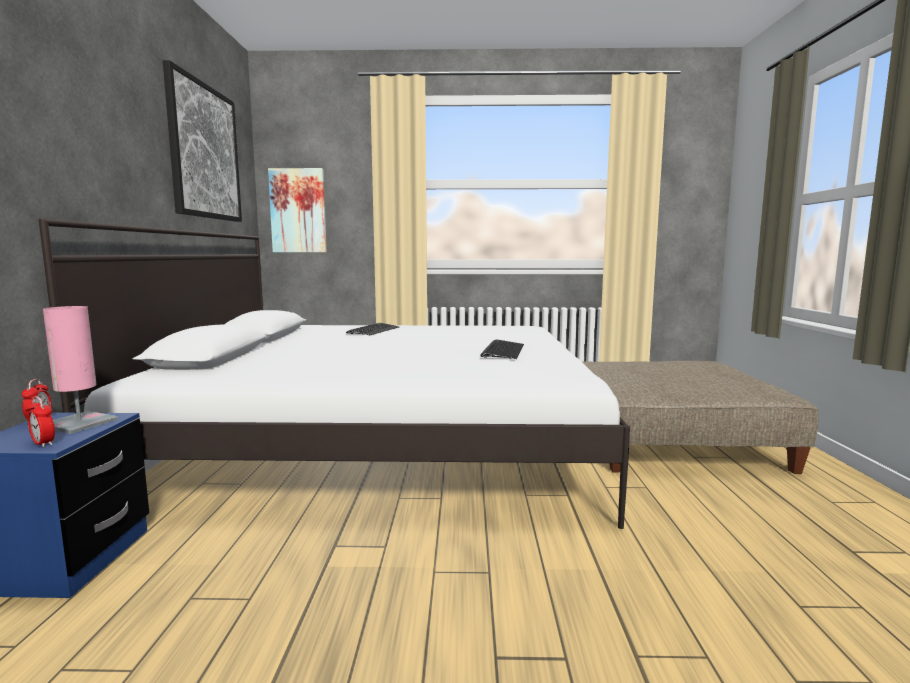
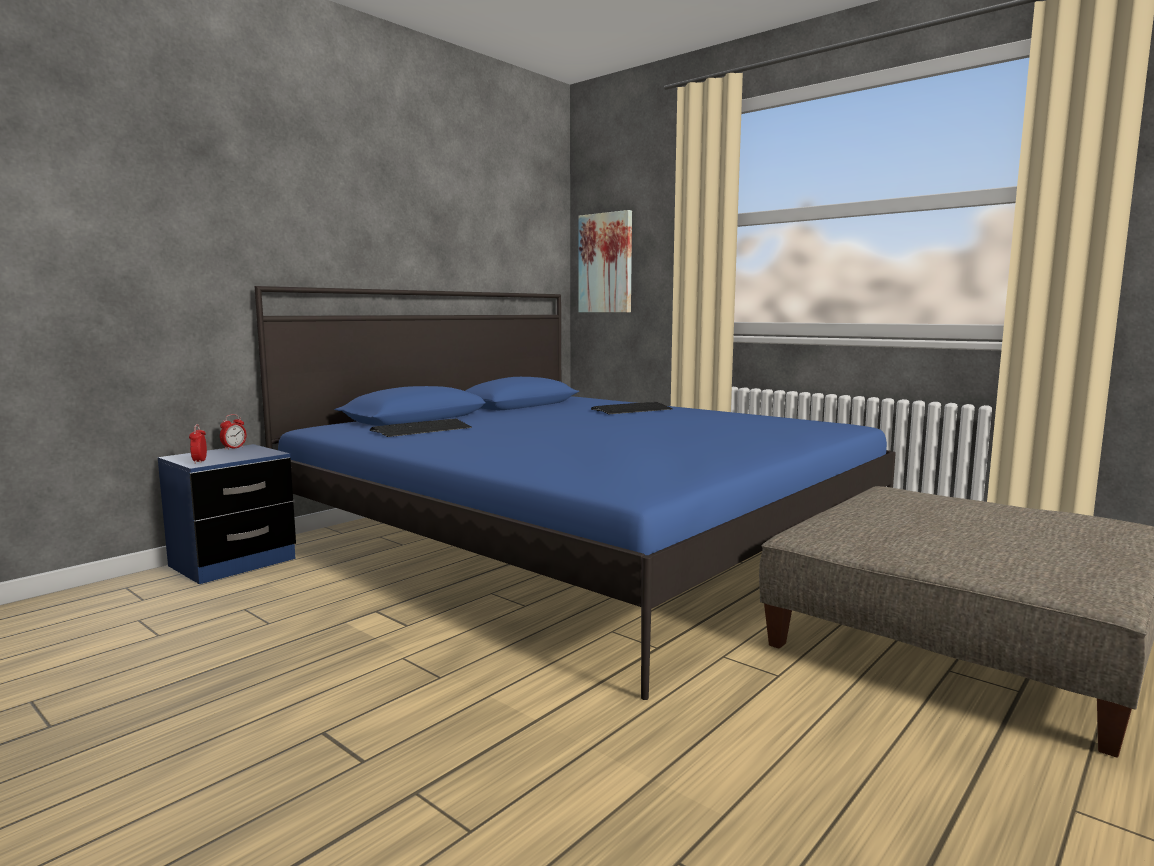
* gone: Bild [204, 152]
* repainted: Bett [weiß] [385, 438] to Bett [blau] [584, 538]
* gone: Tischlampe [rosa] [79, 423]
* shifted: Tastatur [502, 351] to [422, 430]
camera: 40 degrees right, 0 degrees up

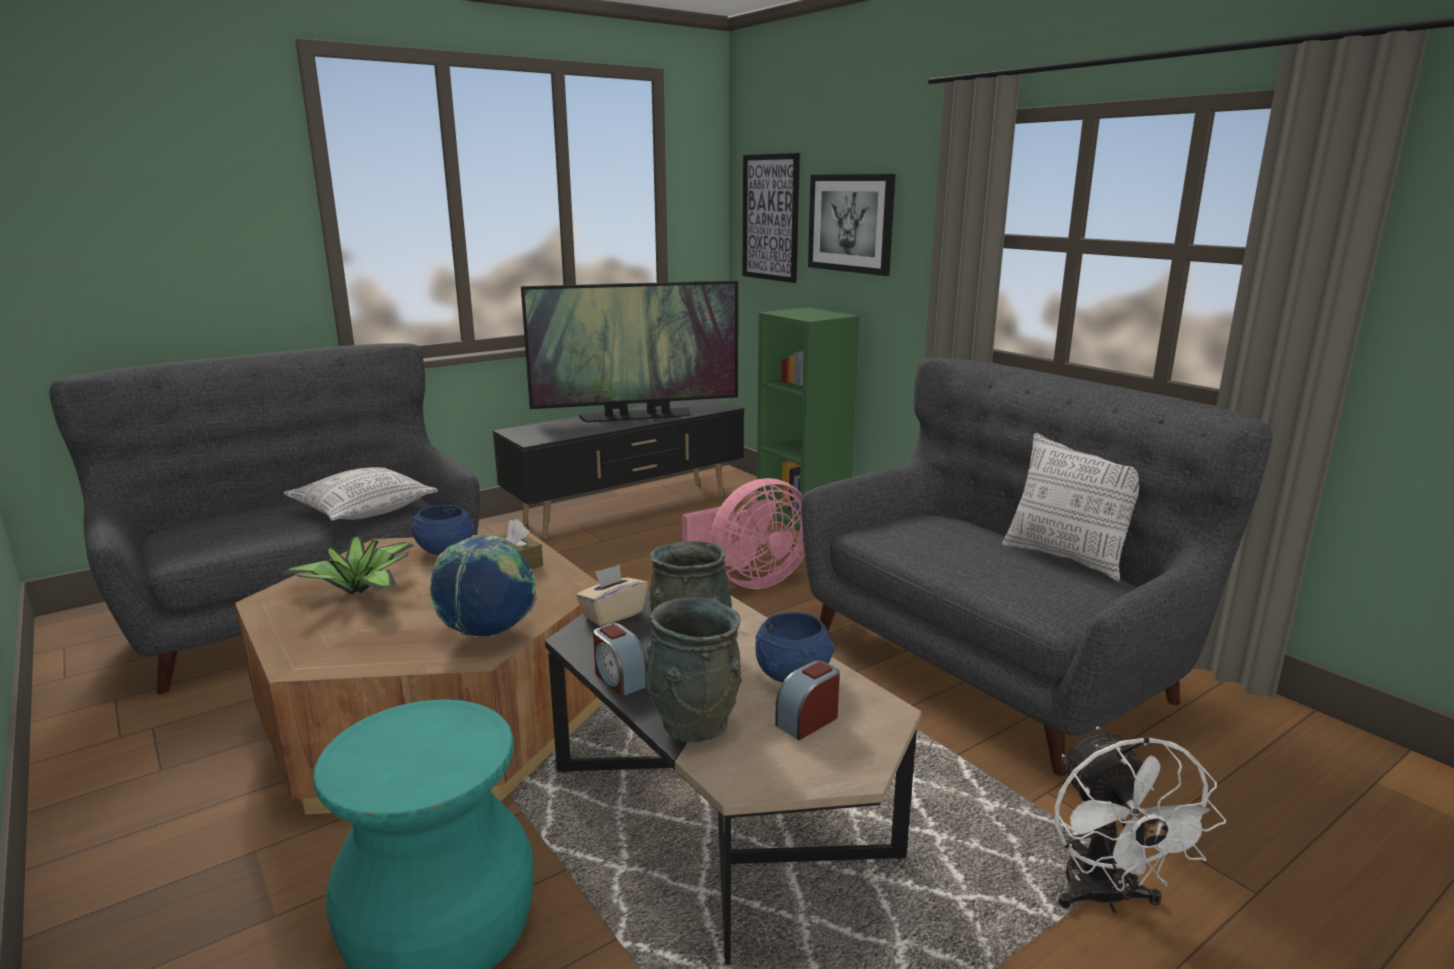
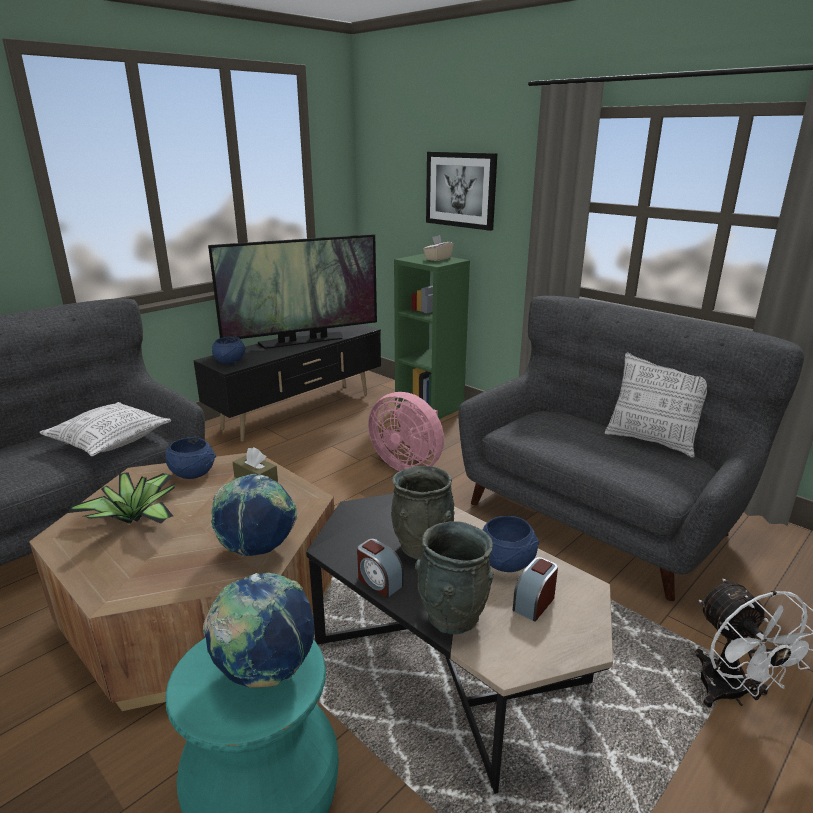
* gone: Bild [770, 218]
* rotated: Ventilator [rosa] [750, 581] = [408, 464] 75 degrees clockwise
* shifted: Taschentuchbox [beige] [612, 614] to [437, 259]
* new: Schüssel [blau] [230, 362]
* new: Globus [265, 671]
camera: 10 degrees left, 5 degrees up

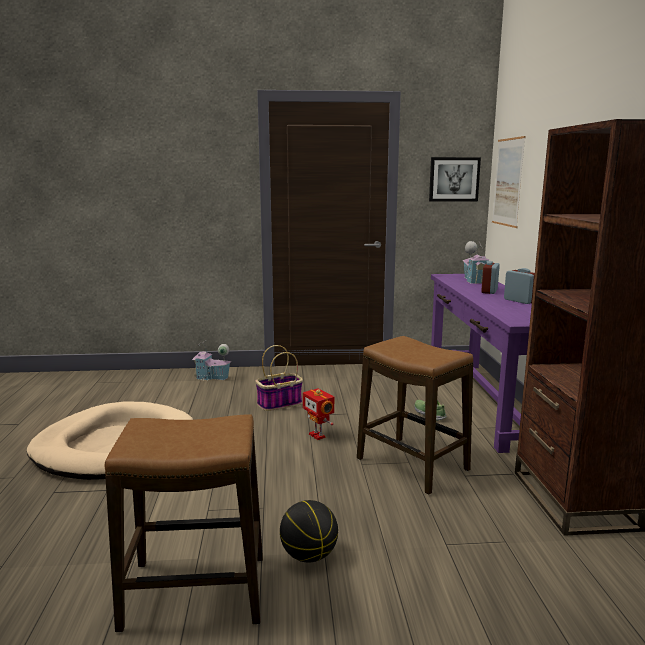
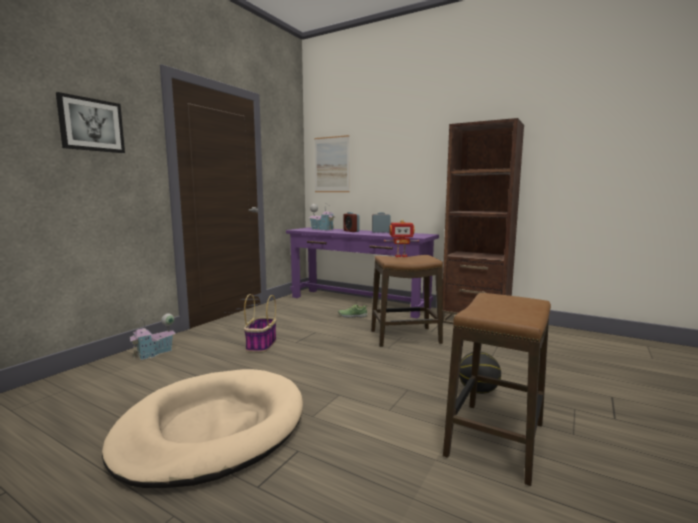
* shifted: Bild [454, 179] to [91, 125]
* shifted: Spielzeugroboter [318, 435] to [401, 256]
camera: 55 degrees left, 5 degrees down

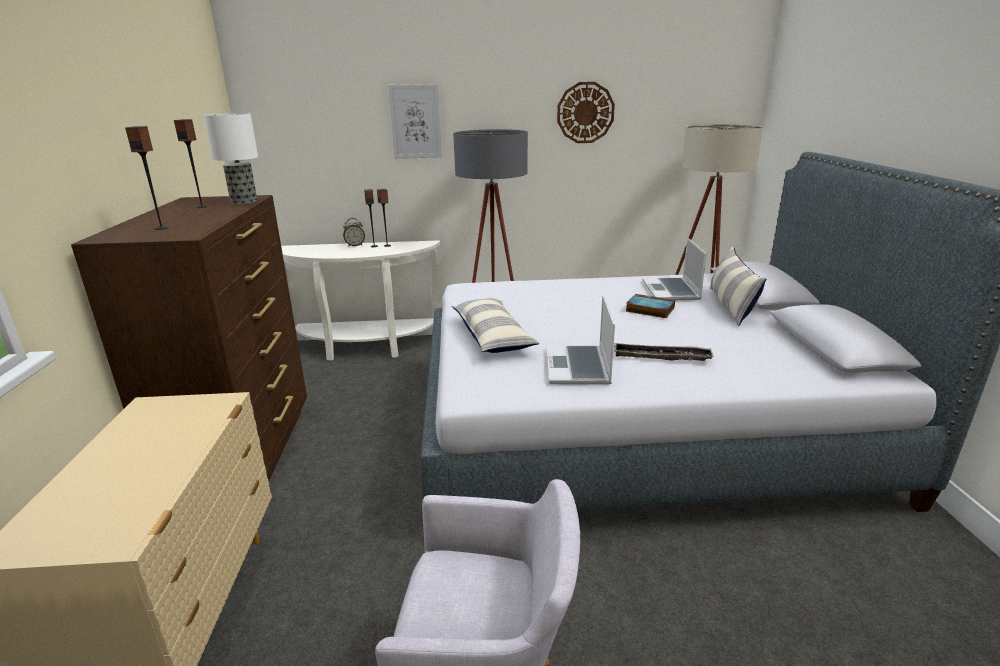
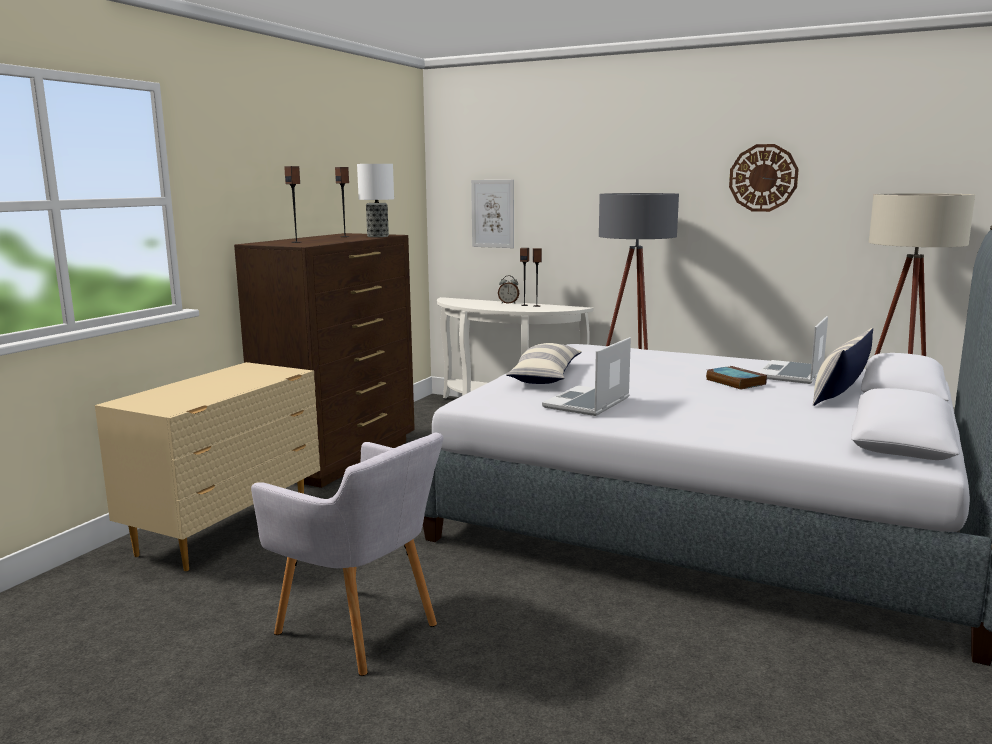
* shifted: Bild [415, 121] to [493, 213]
* gone: Tablett [661, 357]
camera: 30 degrees right, 10 degrees down

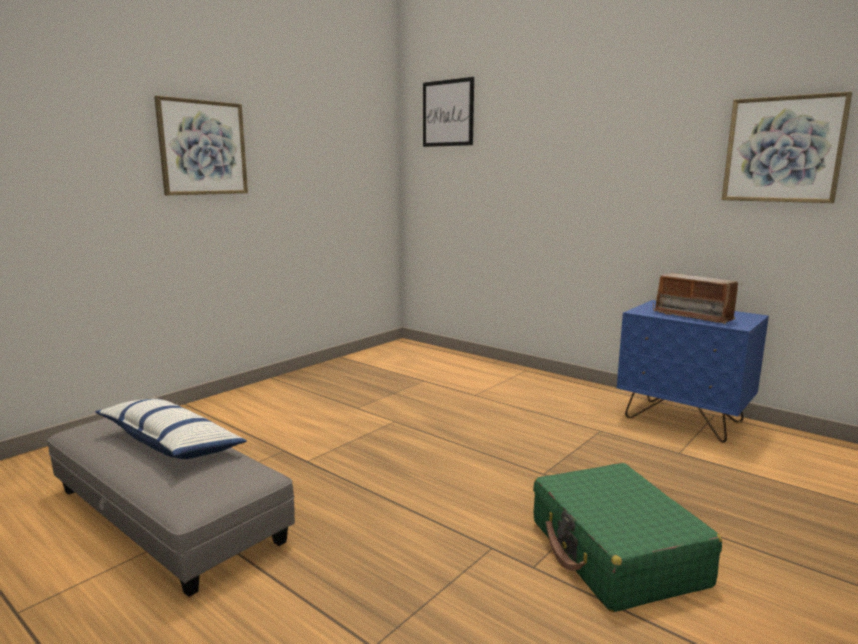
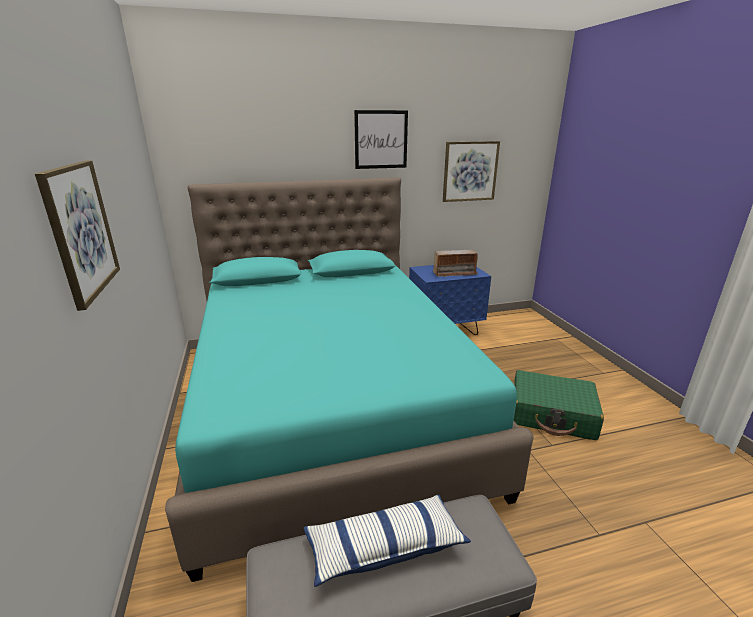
* shifted: Bild [448, 113] to [381, 139]
* new: Bett [türkis] [331, 406]
camera: 55 degrees left, 10 degrees up

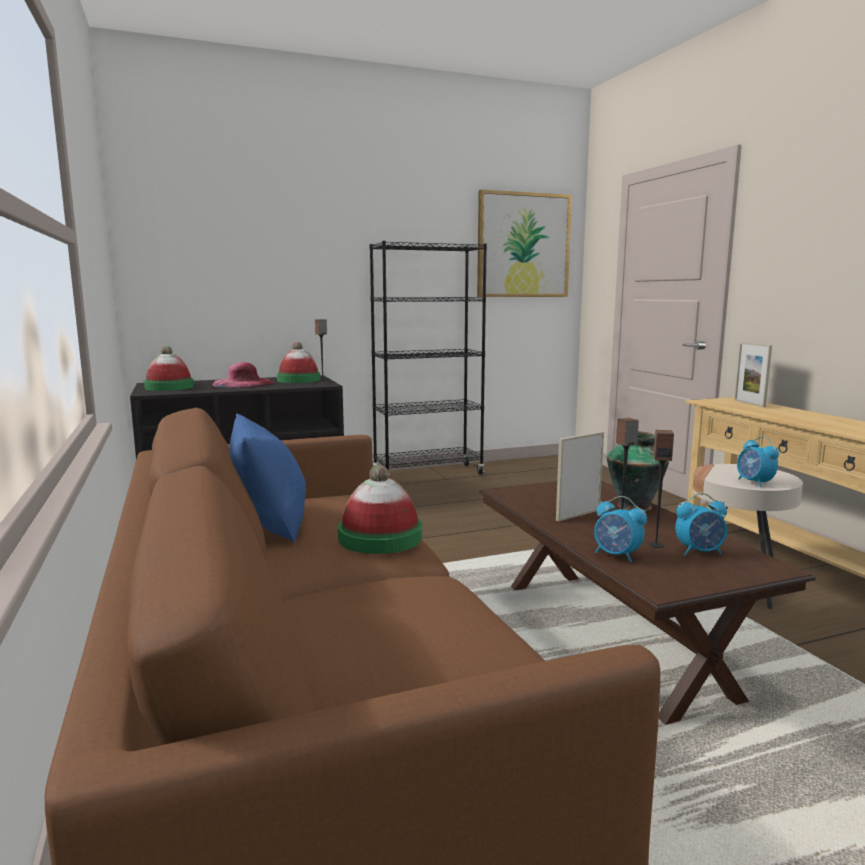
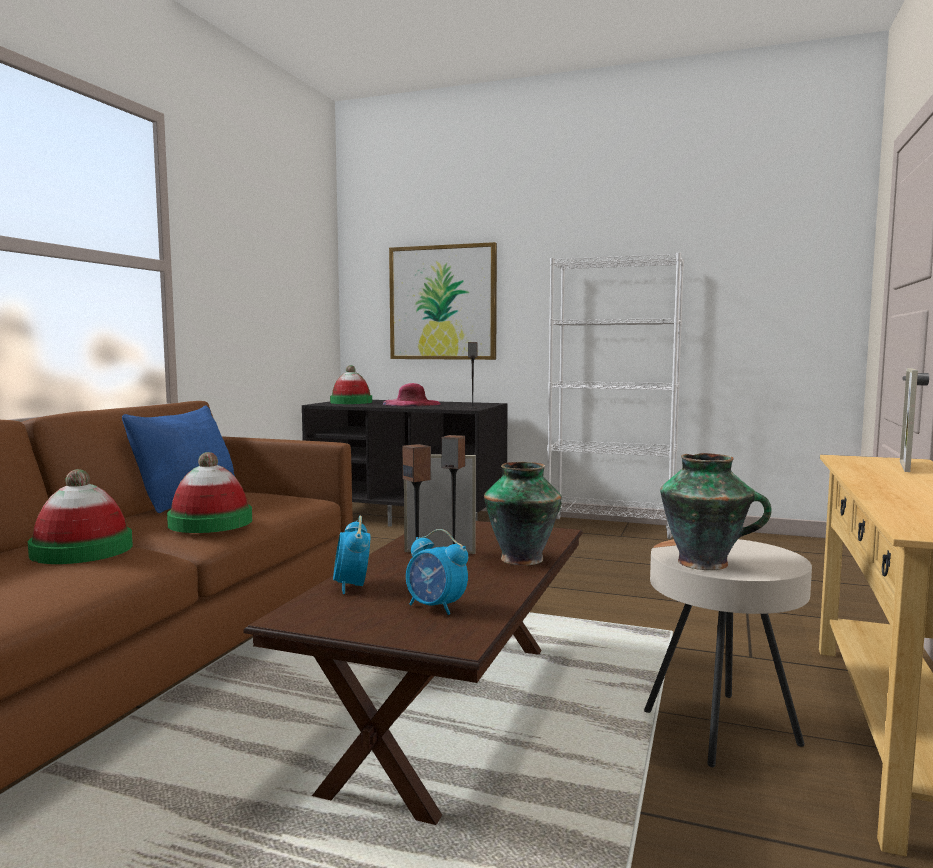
* shifted: Bild [523, 245] to [442, 303]
* repainted: Bücherregal [schwarz] [428, 474] to Bücherregal [weiß] [611, 528]
* shifted: Hut [298, 380] to [82, 550]
* swapped: Wecker [754, 483] to Vase [705, 563]
camera: 40 degrees right, 5 degrees down

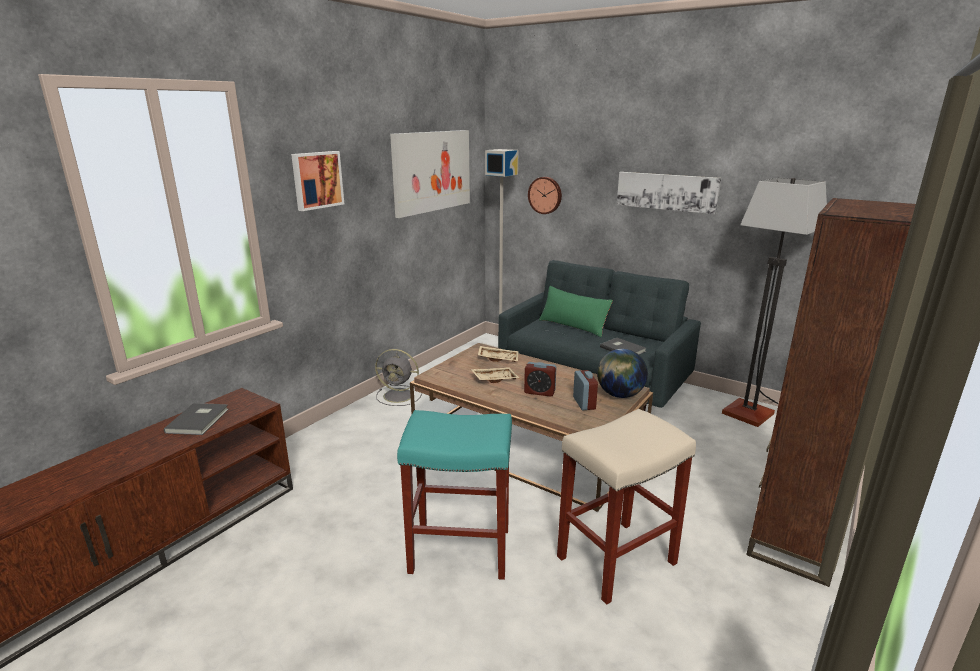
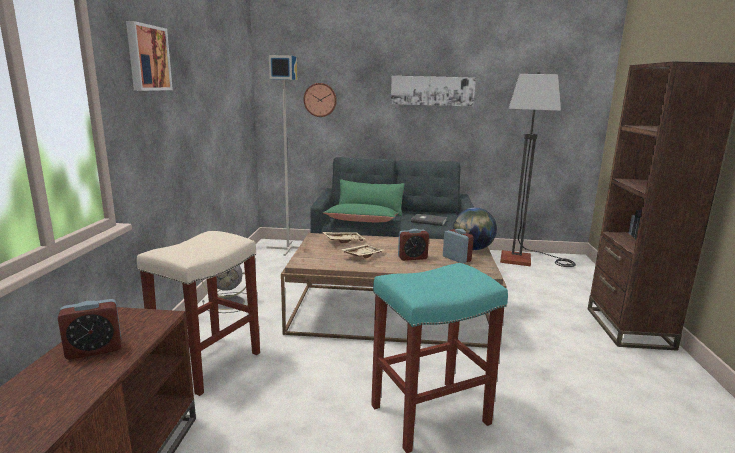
* gone: Bild [432, 171]
* swapped: Buch [grau] [199, 420] to Wecker [94, 350]
* shifted: Hocker [beige] [617, 559] to [209, 363]
* new: Kissen [grün] [361, 221]
camera: 30 degrees left, 5 degrees down

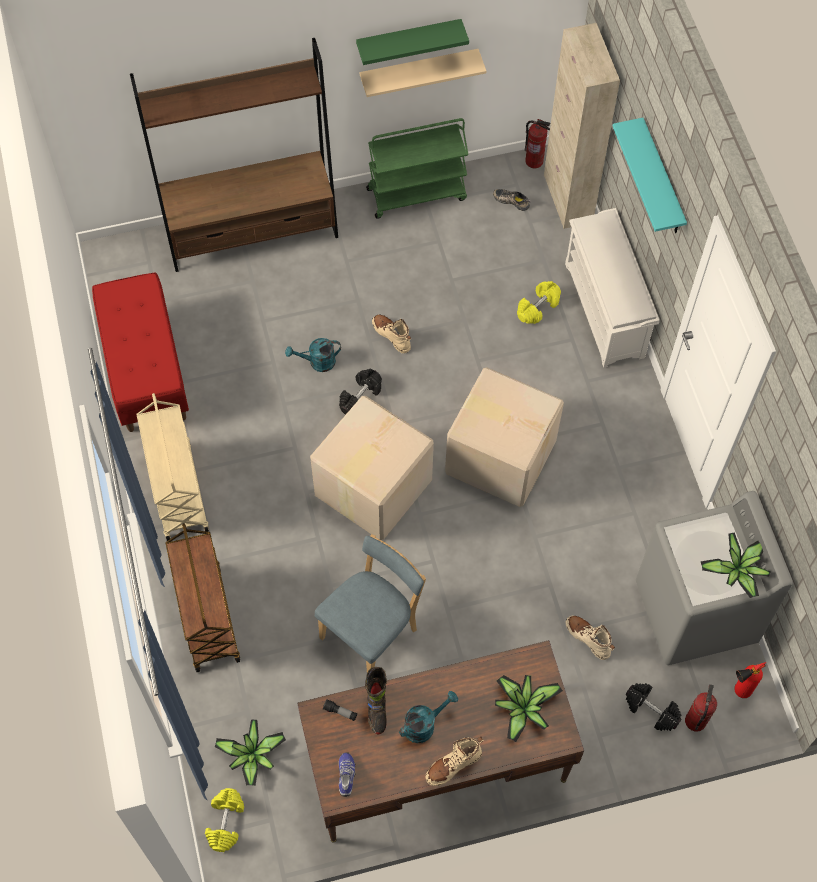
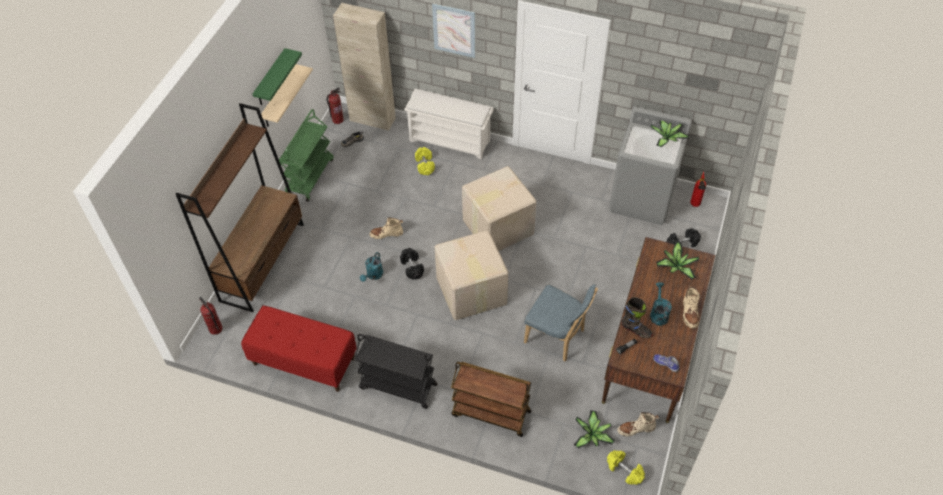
* swapped: Wandregal [türkis] [662, 180] to Bild [454, 30]
* repainted: Rollwagen [beige] [177, 490] to Rollwagen [schwarz] [397, 386]
* rotated: Stuhl [blau] [372, 631] = [557, 337] 135 degrees clockwise
* shifted: Stiefel [beige] [588, 638] to [636, 429]
* shifted: Feuerlöscher [695, 720] to [215, 329]
camera: 55 degrees left, 10 degrees down

